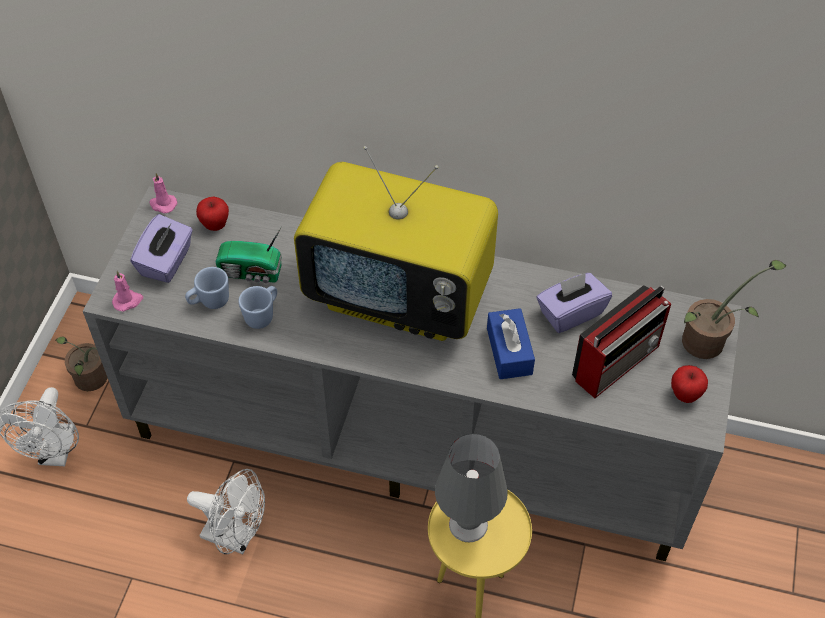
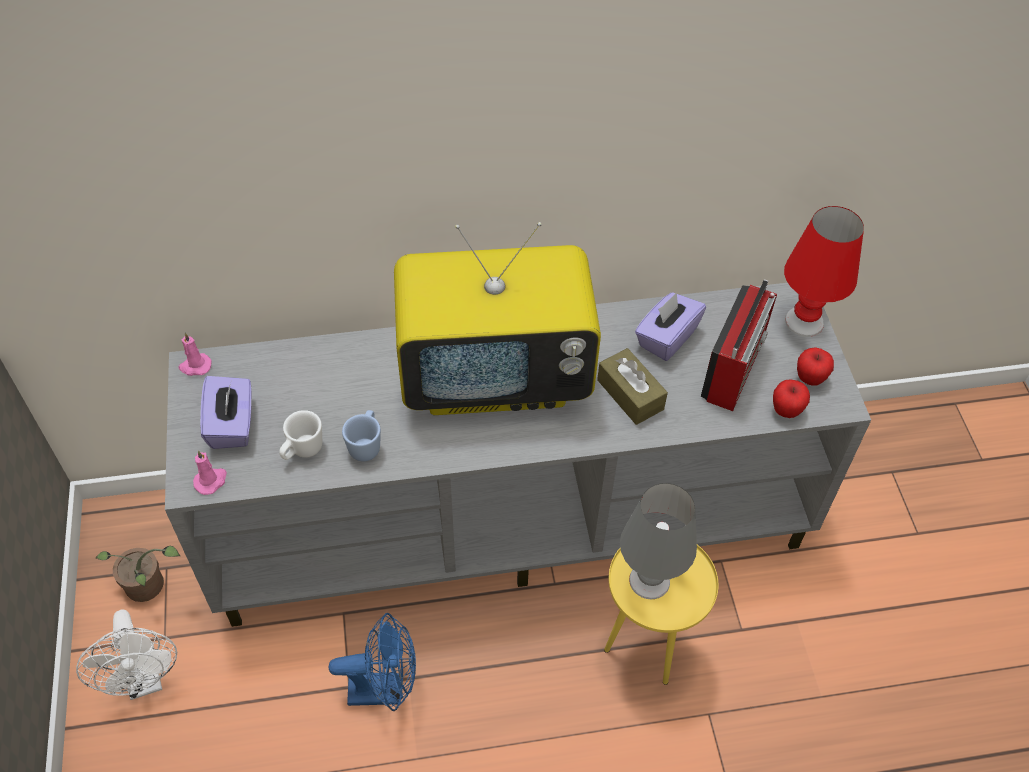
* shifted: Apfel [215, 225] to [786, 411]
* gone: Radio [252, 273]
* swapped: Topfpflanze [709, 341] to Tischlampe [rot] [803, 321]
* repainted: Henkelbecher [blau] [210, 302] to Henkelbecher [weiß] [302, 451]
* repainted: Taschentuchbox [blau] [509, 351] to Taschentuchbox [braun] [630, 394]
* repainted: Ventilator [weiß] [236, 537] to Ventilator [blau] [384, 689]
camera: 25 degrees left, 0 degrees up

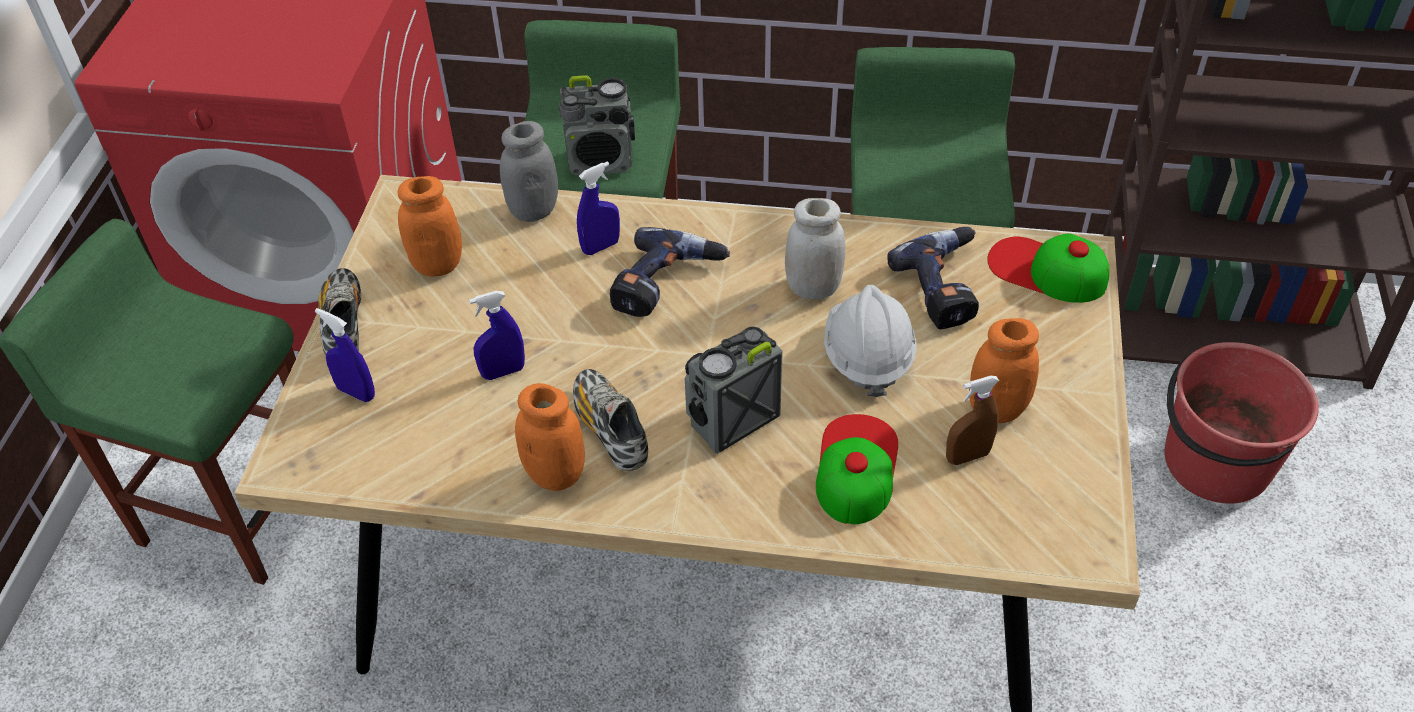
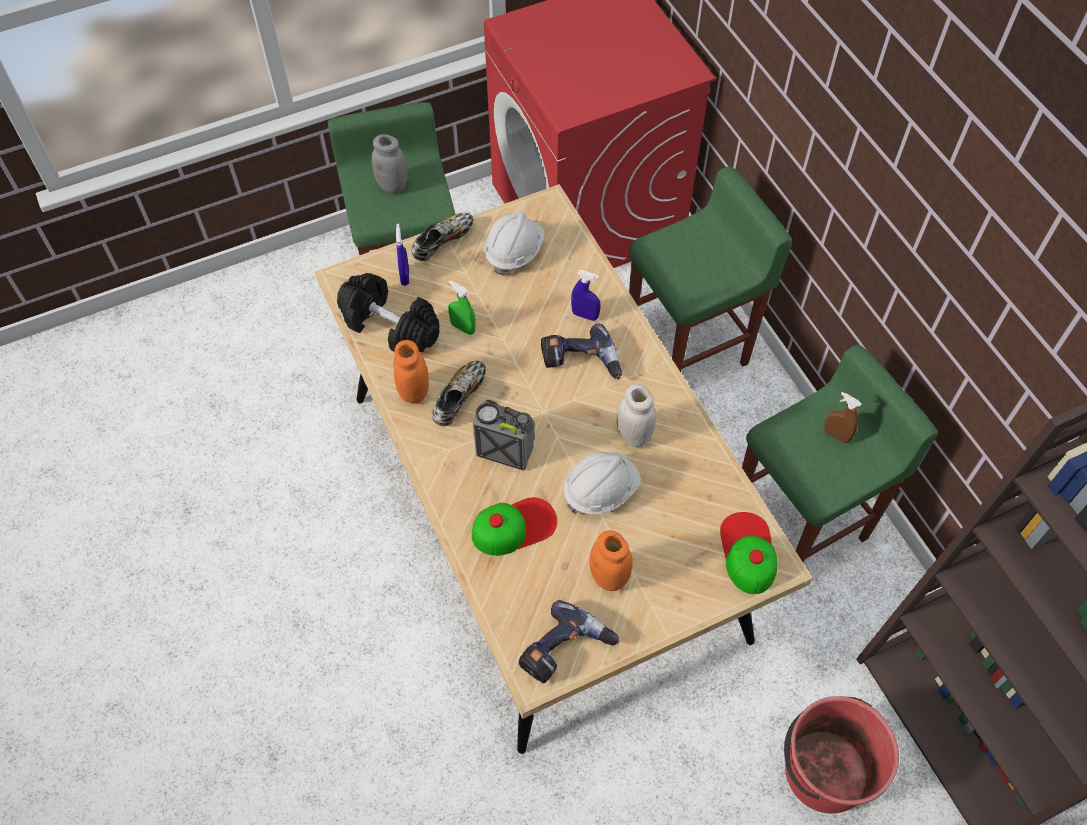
* gone: Radio [601, 161]
* shifted: Vorratsglas [grau] [533, 210] to [392, 185]
* swapped: Vorratsglas [orange] [437, 265] to Schutzhelm [weiß] [514, 252]
* shifted: Bohrmaschine [947, 287] to [566, 652]
* repainted: Sprühflasche [blau] [503, 372] to Sprühflasche [grün] [463, 328]
* shifted: Sprühflasche [braun] [967, 456] to [836, 435]
* new: Hantel [schwarz] [389, 327]
camera: 55 degrees right, 10 degrees up

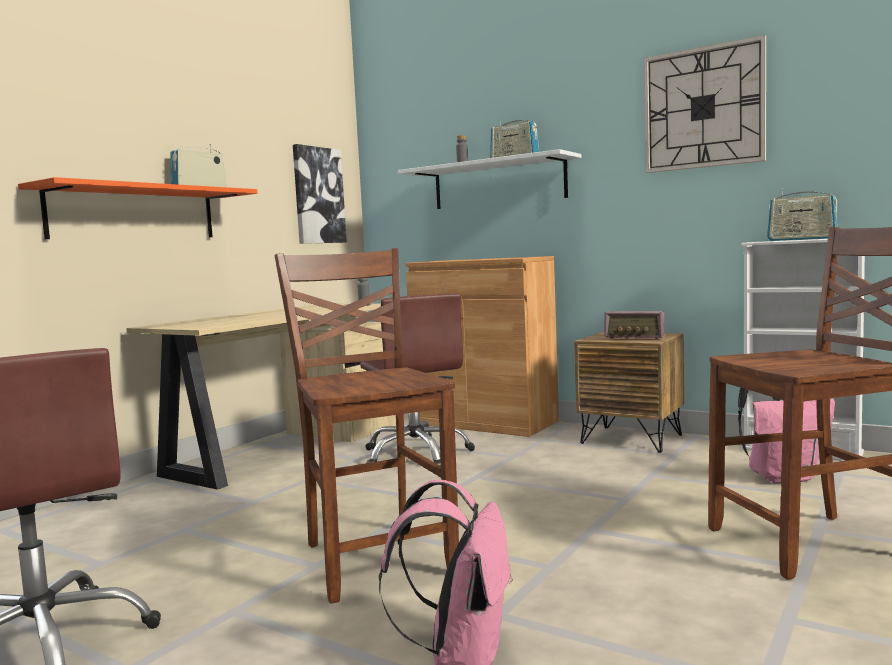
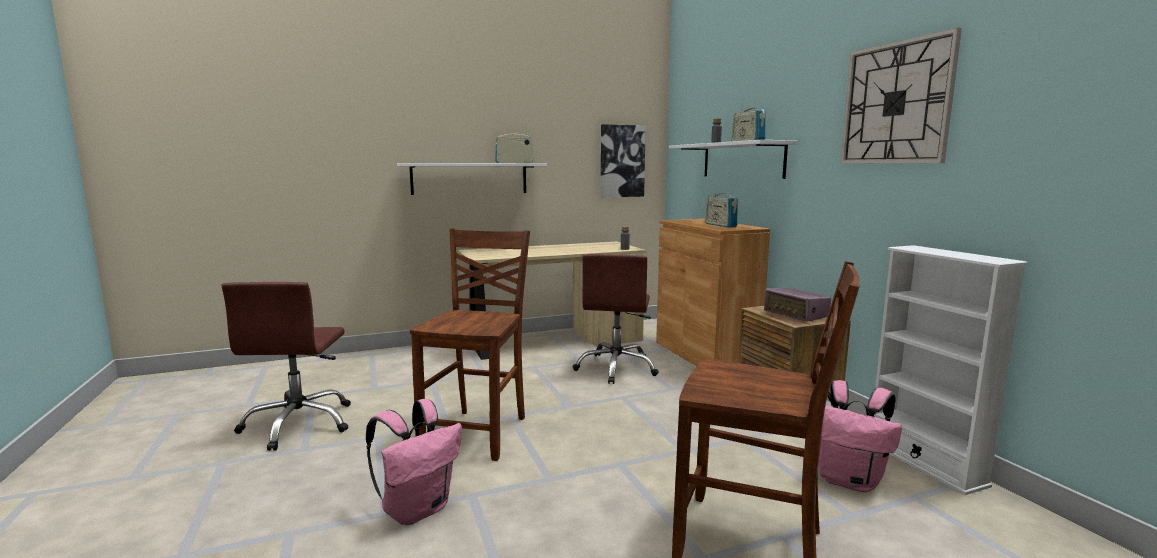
* repainted: Wandregal [orange] [134, 213] to Wandregal [weiß] [470, 178]
* shifted: Radio [801, 239] to [720, 225]
camera: 35 degrees right, 5 degrees up

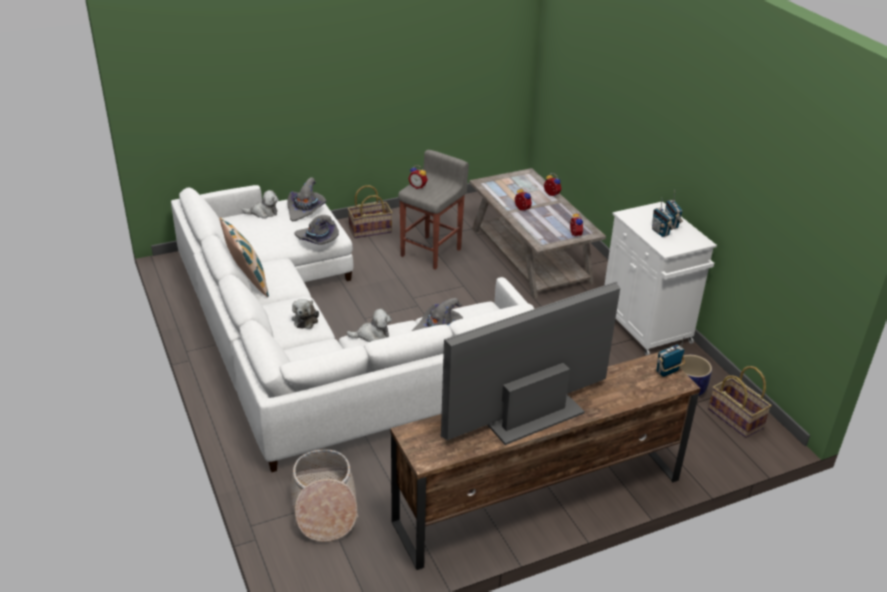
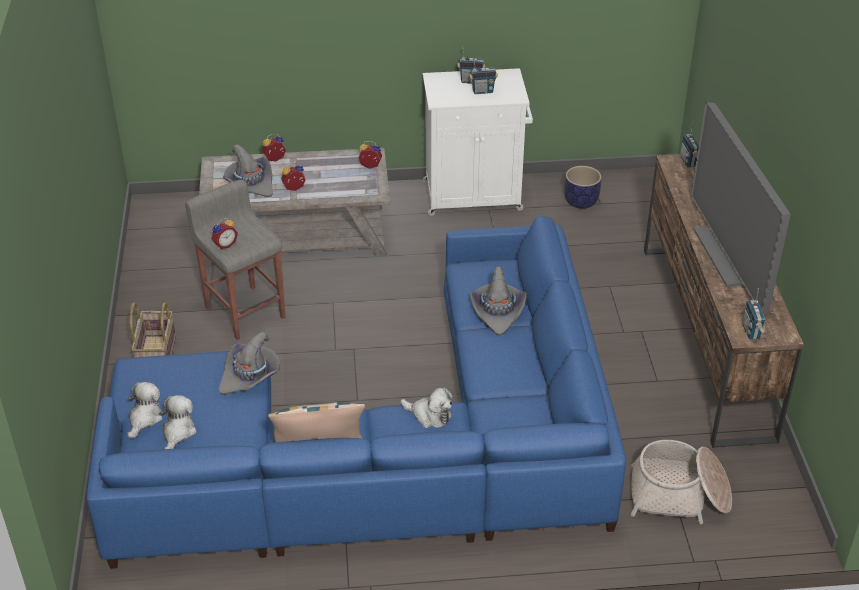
* shifted: Hut [grau] [306, 210] to [250, 183]
* repainted: Sofa [weiß] [318, 340] to Sofa [blau] [384, 450]
* shifted: Plüschtier [372, 335] to [178, 432]
* gone: Korb [736, 418]
* new: Radio [751, 332]
camera: 70 degrees left, 5 degrees up

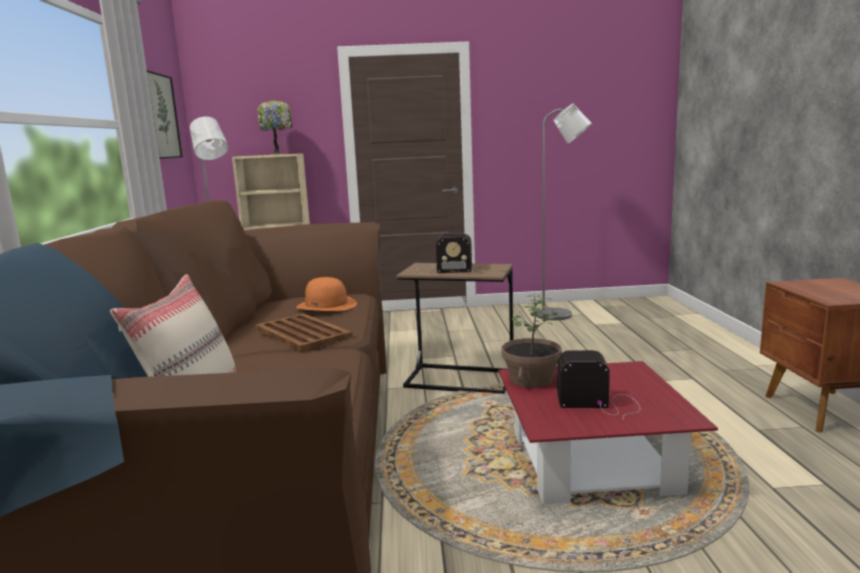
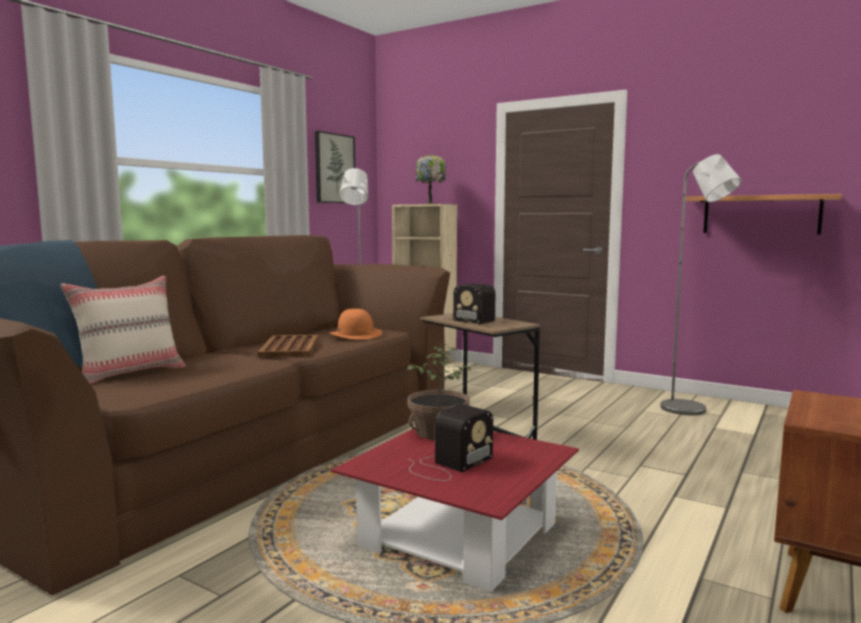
* rotated: Radio [600, 403] = [448, 465] 90 degrees clockwise
* new: Wandregal [761, 215]
camera: 35 degrees right, 5 degrees down

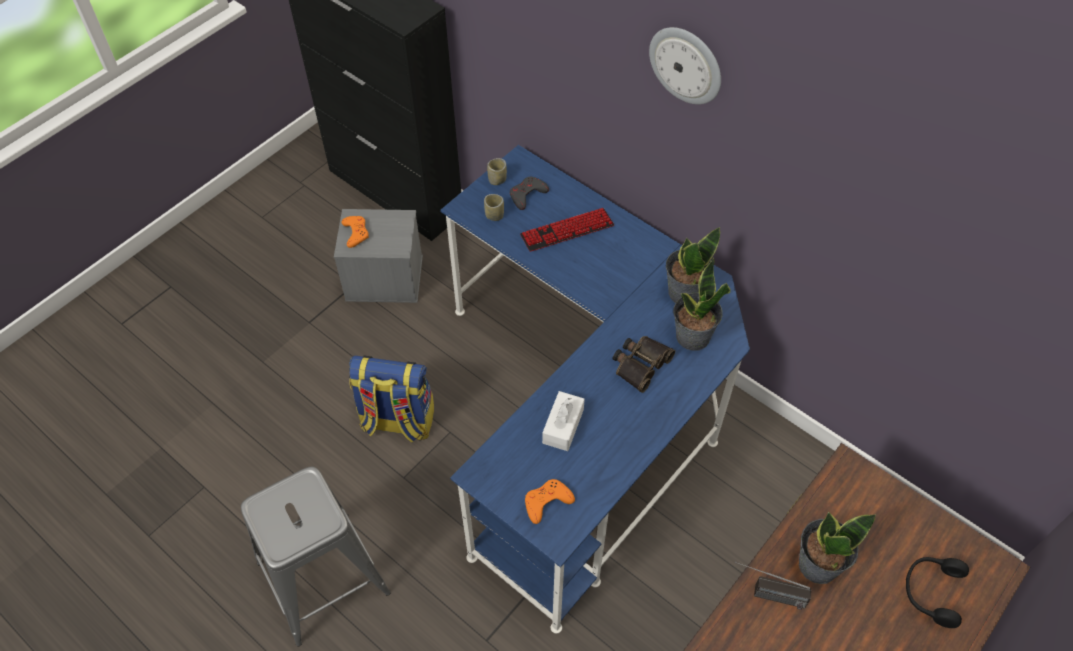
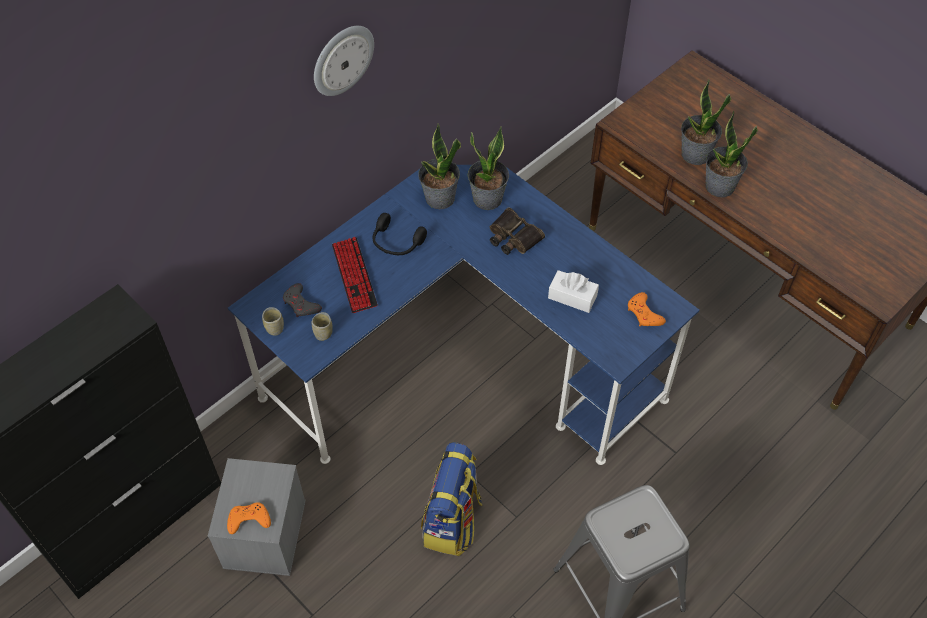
* shifted: Kopfhörer [schwarz] [931, 591] to [396, 243]
* swapped: Radio [765, 594] to Topfpflanze [719, 186]
camera: 85 degrees left, 0 degrees up

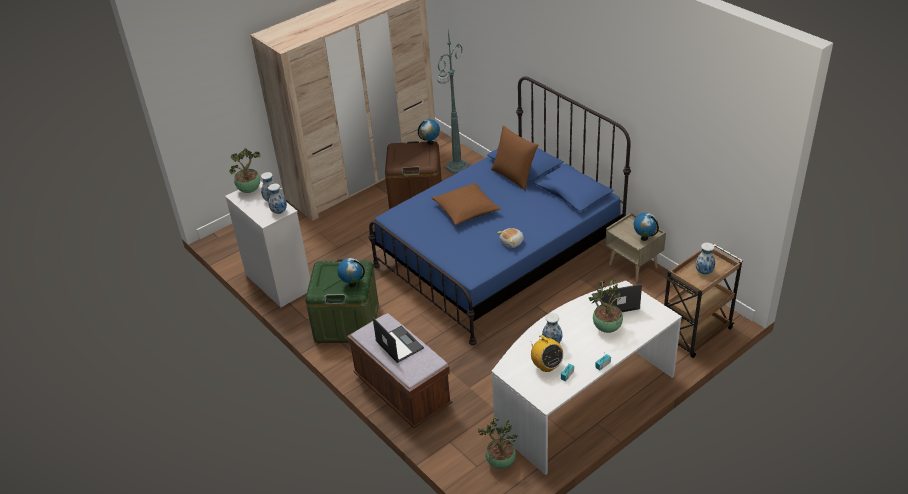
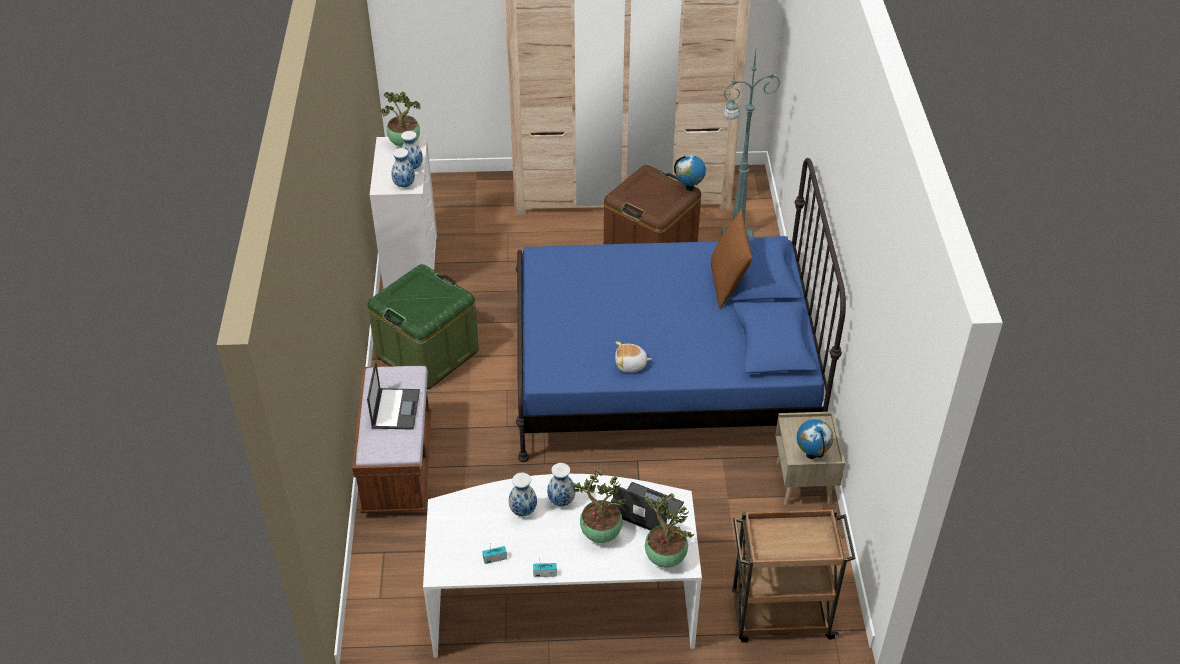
* gone: Kissen [braun] [466, 209]
* shifted: Vase [704, 272] to [561, 501]
* gone: Globus [352, 284]
* gone: Radio [546, 366]
* shifted: Topfpflanze [500, 463] to [664, 558]
camera: 35 degrees right, 5 degrees up

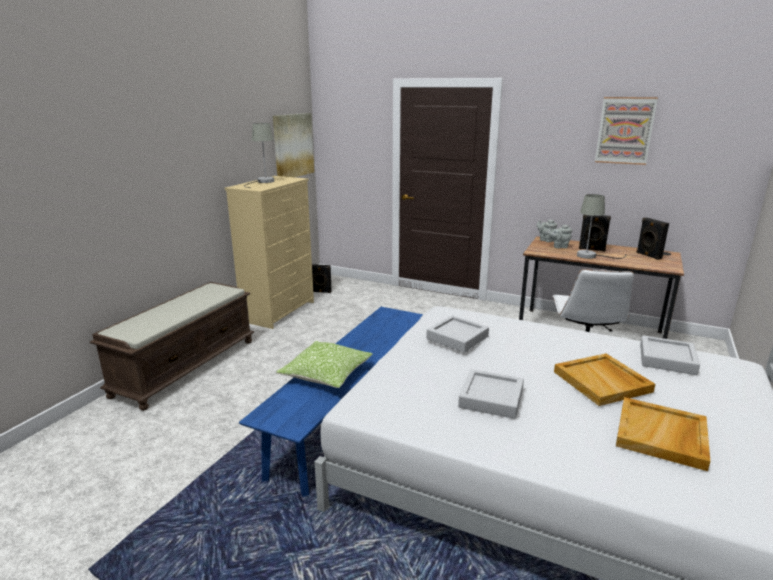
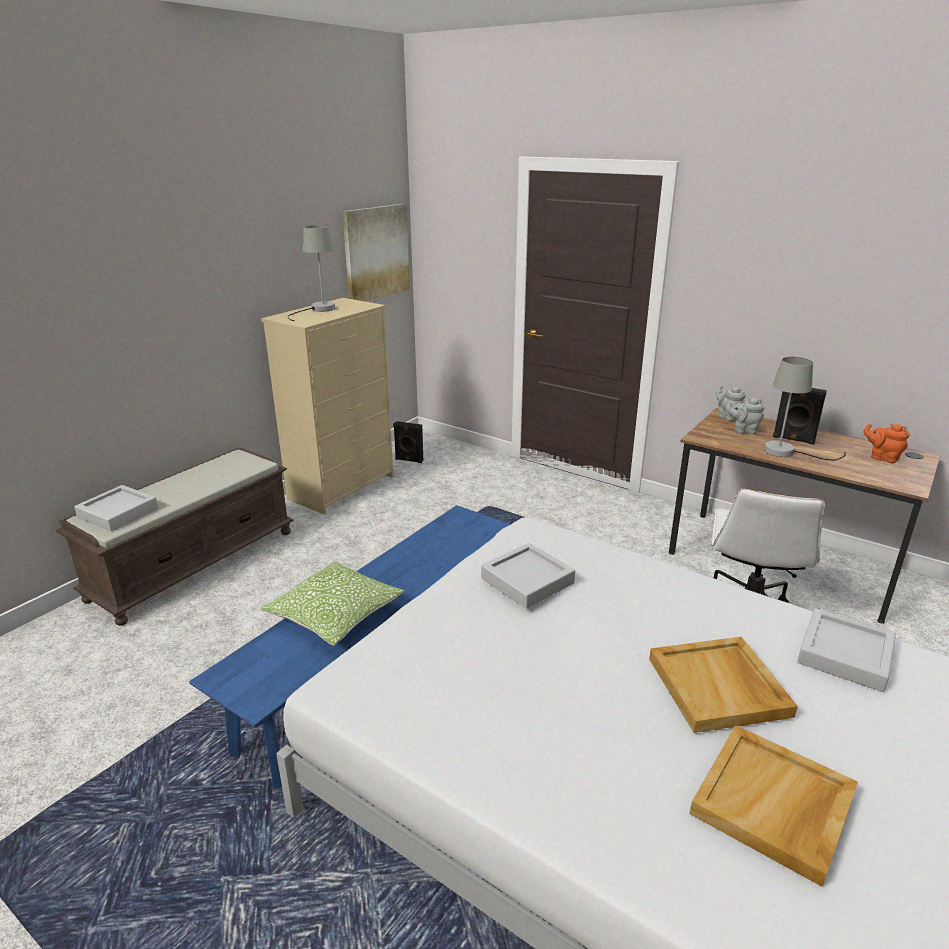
* gone: Bild [625, 130]
* swapped: Lautsprecher [schwarz] [648, 255] to Teekanne [orange] [882, 458]
* shifted: Tablett [grau] [491, 398] to [118, 513]
camera: 10 degrees right, 5 degrees up

